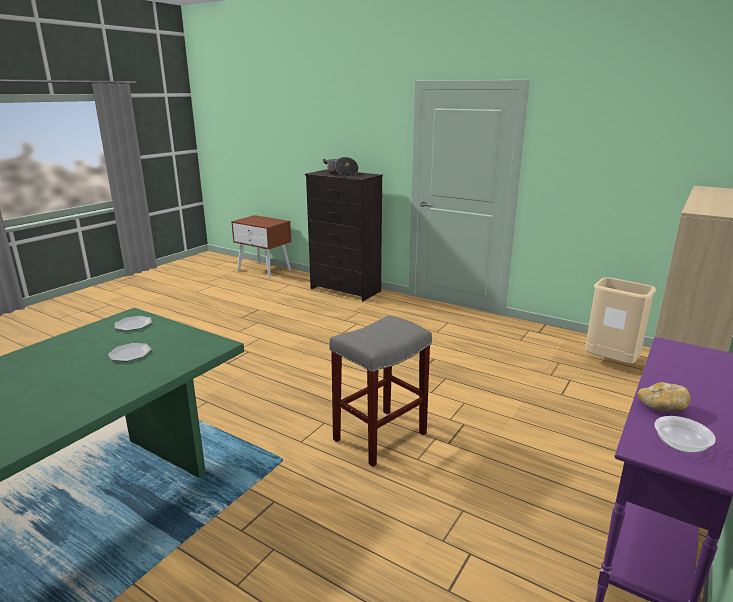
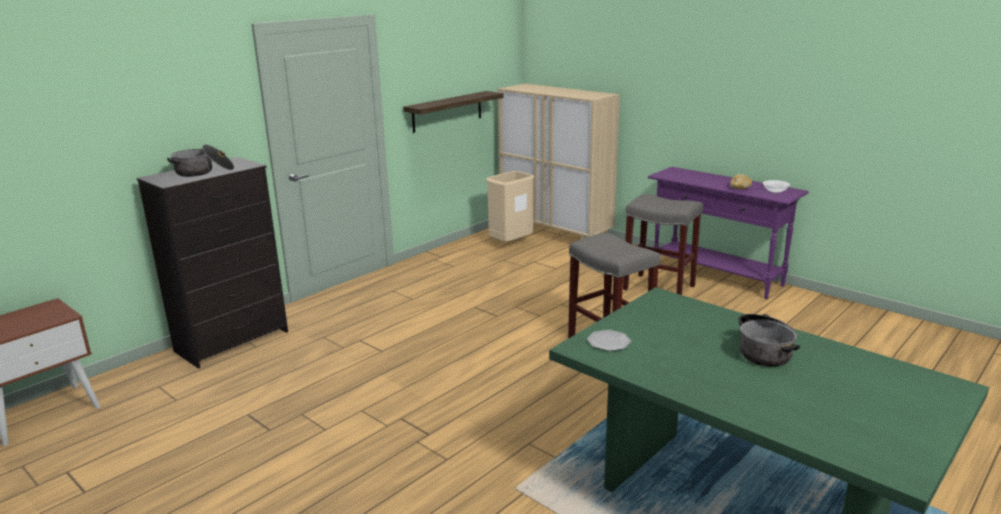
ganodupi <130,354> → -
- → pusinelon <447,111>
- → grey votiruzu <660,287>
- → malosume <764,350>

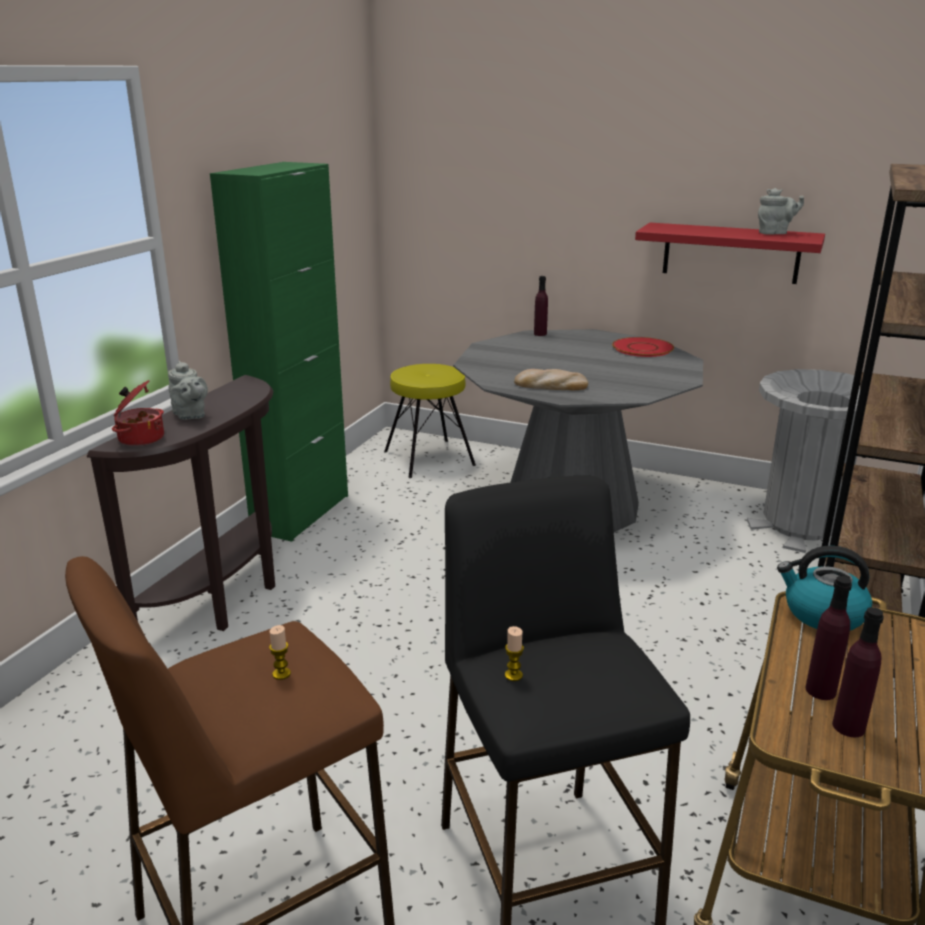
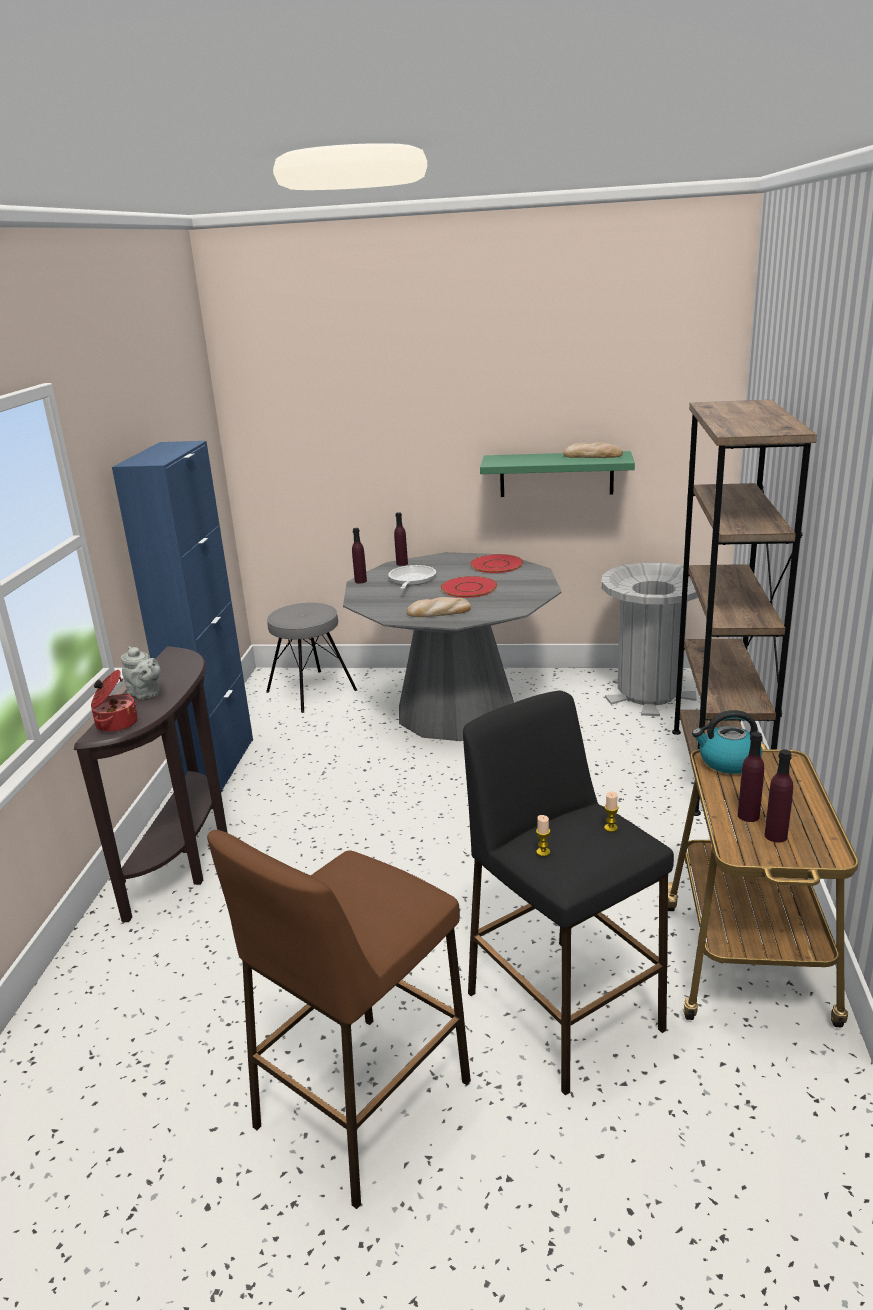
- → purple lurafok <360,581>
- → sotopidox <411,580>
- → red ganodupi <468,588>
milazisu <281,674> → milazisu <610,828>, relocated
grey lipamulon <775,233> → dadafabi <592,455>
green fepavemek <301,513> → blue fepavemek <216,764>
yellow votiruzu <429,458> → grey votiruzu <312,691>
red pusinelon <731,253> → green pusinelon <556,474>

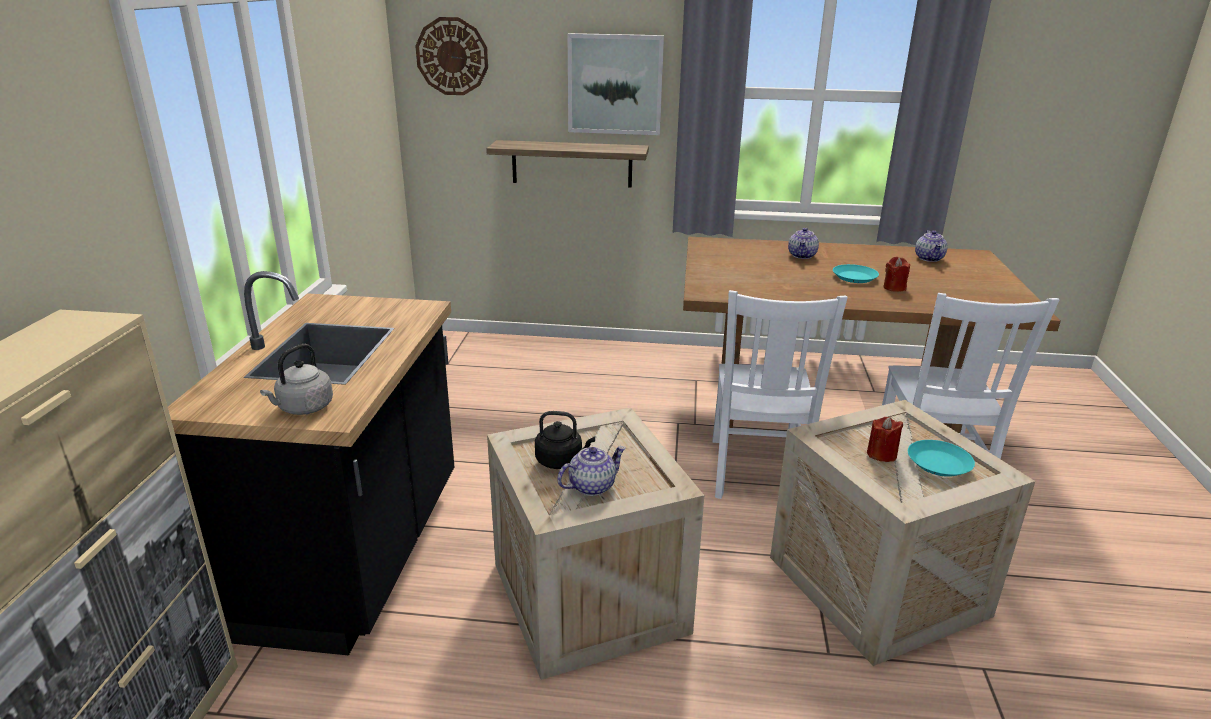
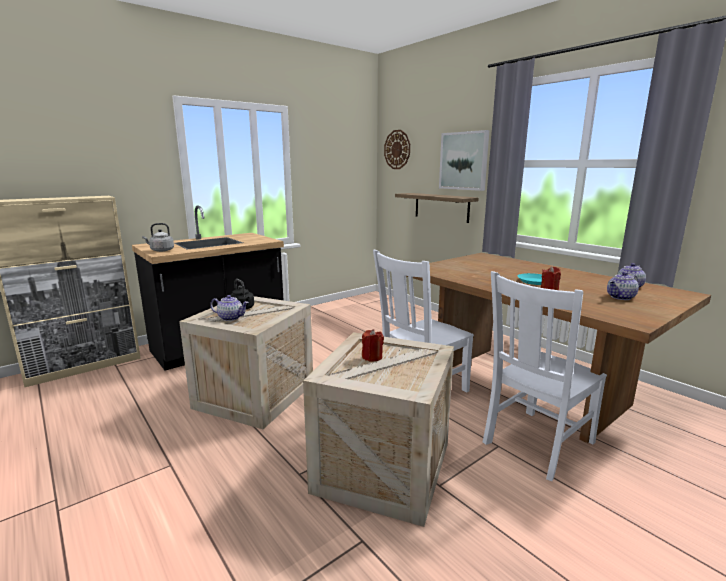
turquoise ganodupi <939,463> → -
lipamulon <802,256> → lipamulon <621,297>, relocated

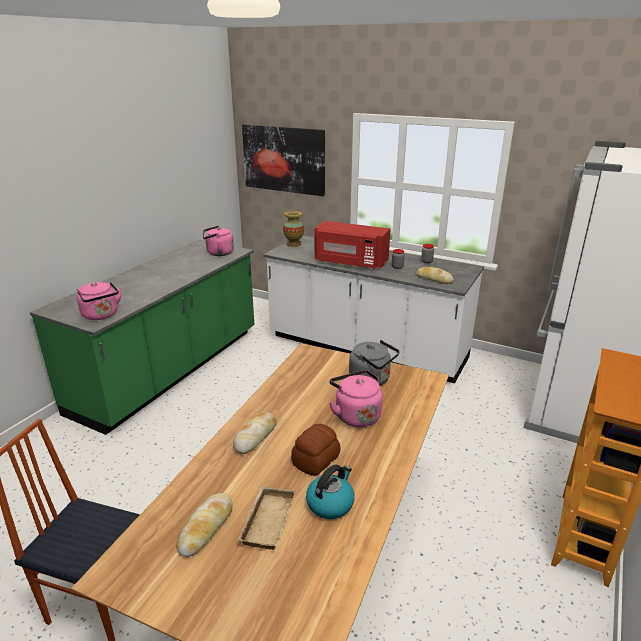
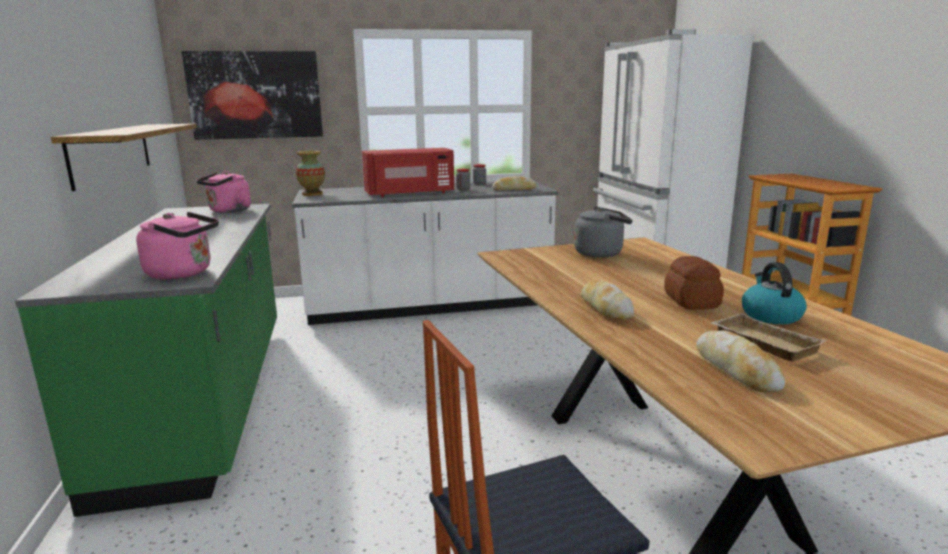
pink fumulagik <356,415> → -
- → pusinelon <112,153>

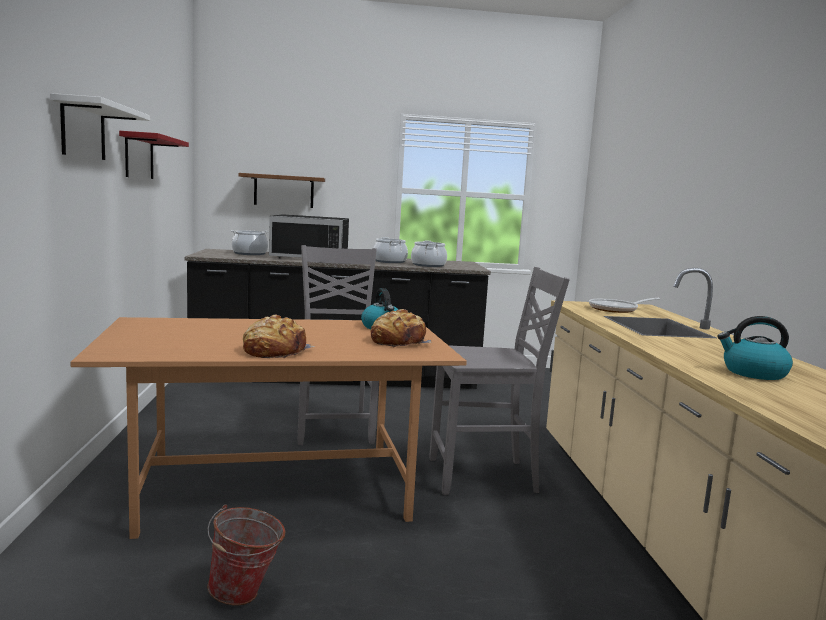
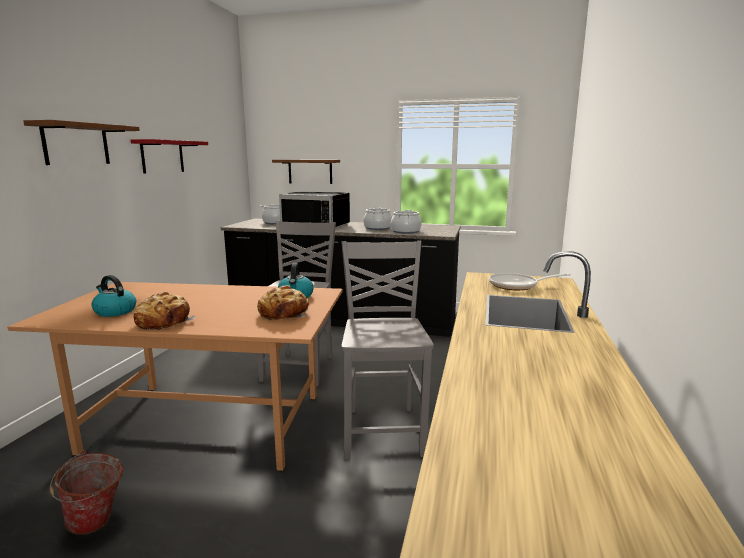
fumulagik <753,373> → fumulagik <114,311>, relocated
white pusinelon <83,130> → brown pusinelon <76,144>
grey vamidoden <485,476> → grey vamidoden <383,431>, 105 degrees counterclockwise

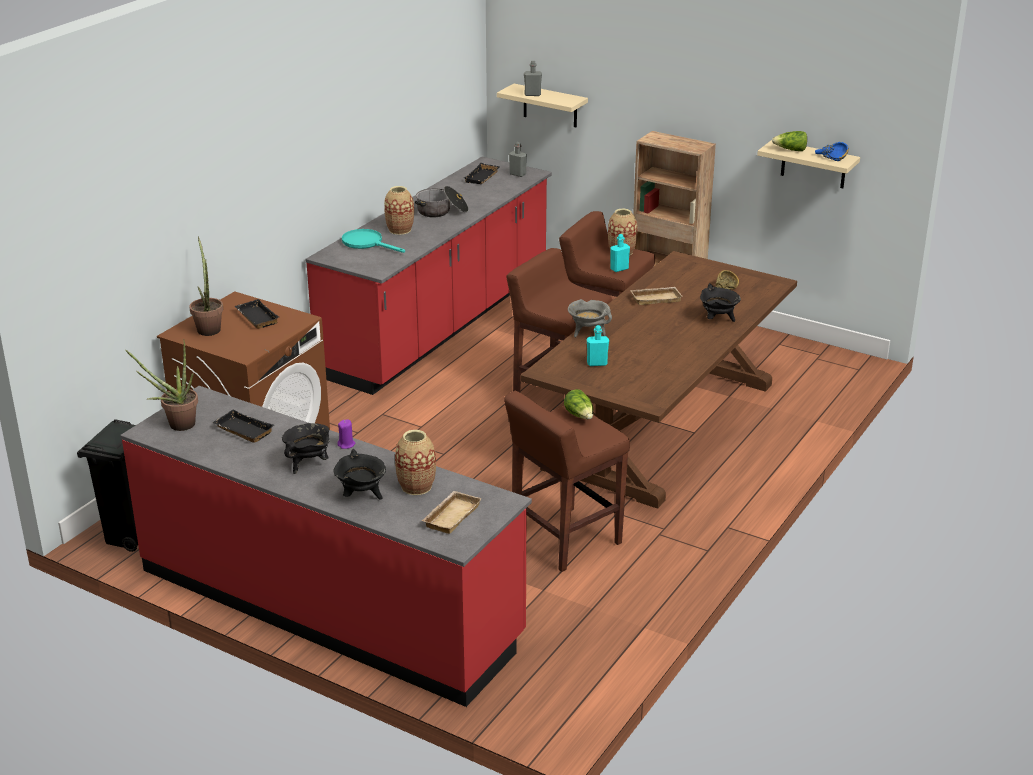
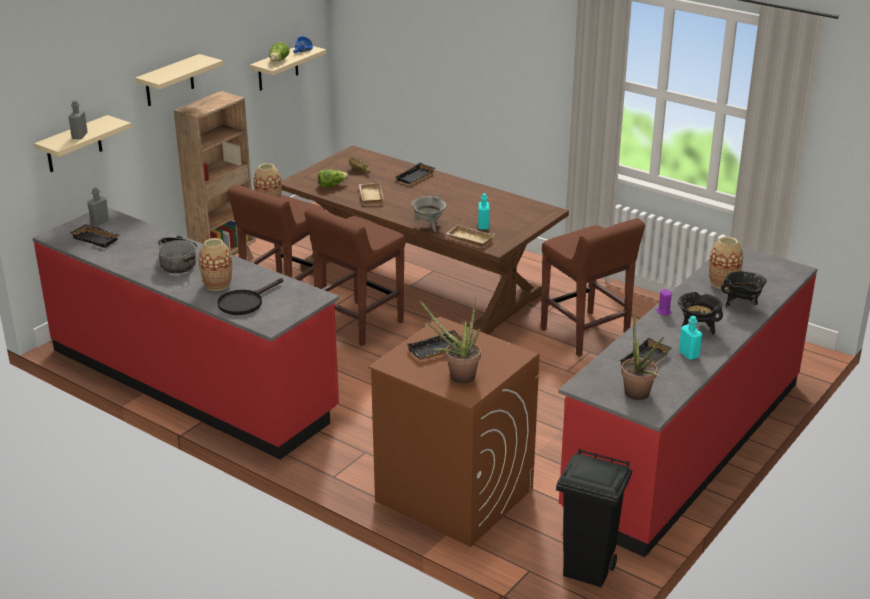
- → beige pusinelon <169,81>
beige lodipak <451,515> → beige lodipak <469,239>, relocated
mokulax <580,415> → mokulax <332,185>, relocated
turquoise lurafok <619,269> → turquoise lurafok <689,354>, relocated
black malosume <718,320> → black lodipak <416,177>
turquoise sotopidox <367,243> → black sotopidox <245,302>

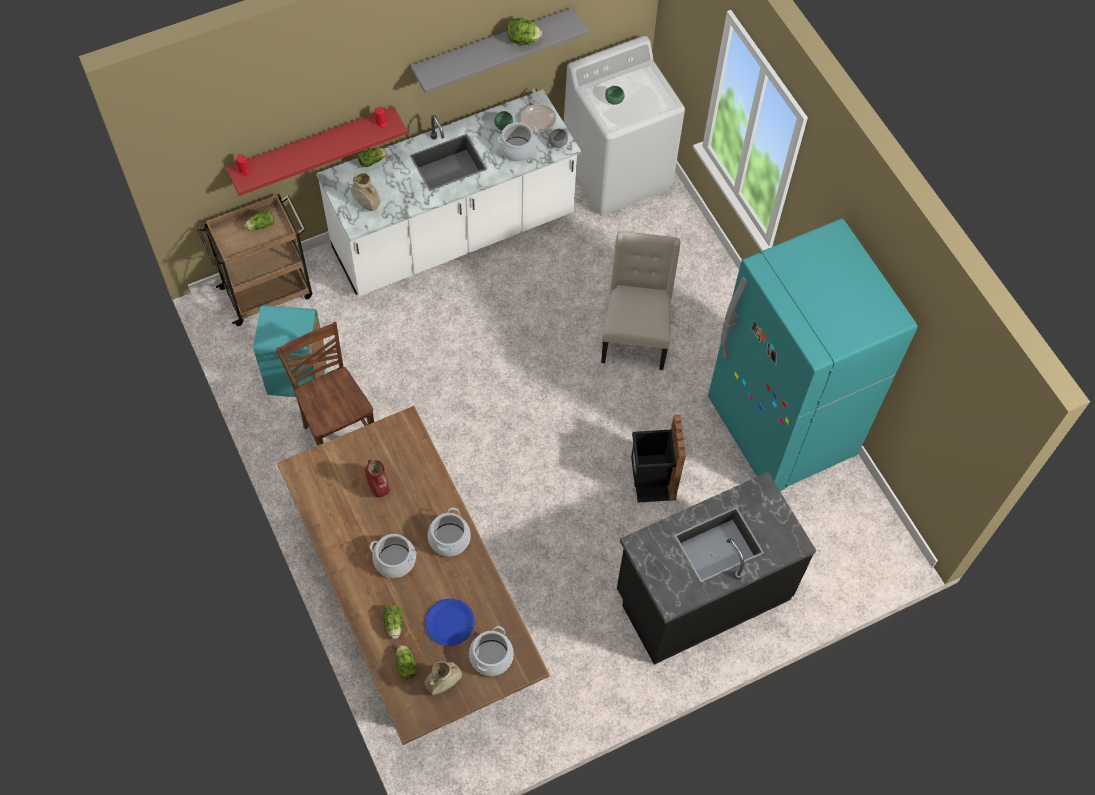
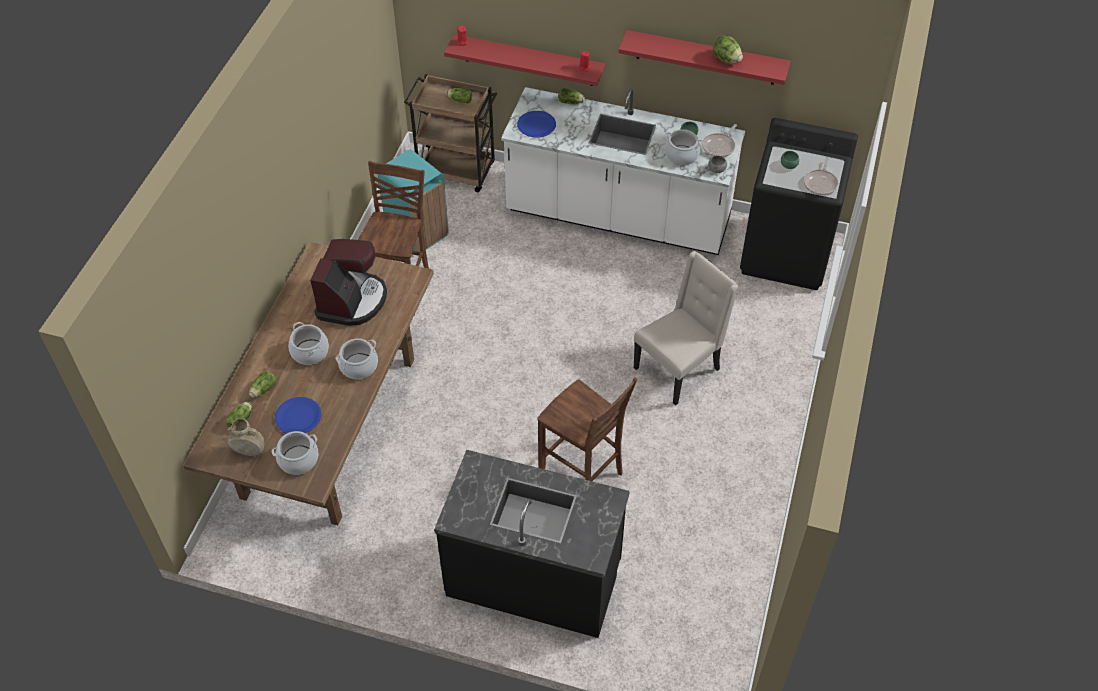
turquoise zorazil <780,429> → -
- → sotopidox <820,183>
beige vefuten <367,205> → blue ganodupi <536,125>
red vefuten <378,487> → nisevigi <352,300>
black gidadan <651,481> → brown vamidoden <582,473>
grey pusinelon <493,47> → red pusinelon <706,58>
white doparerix <617,172> → black doparerix <787,254>

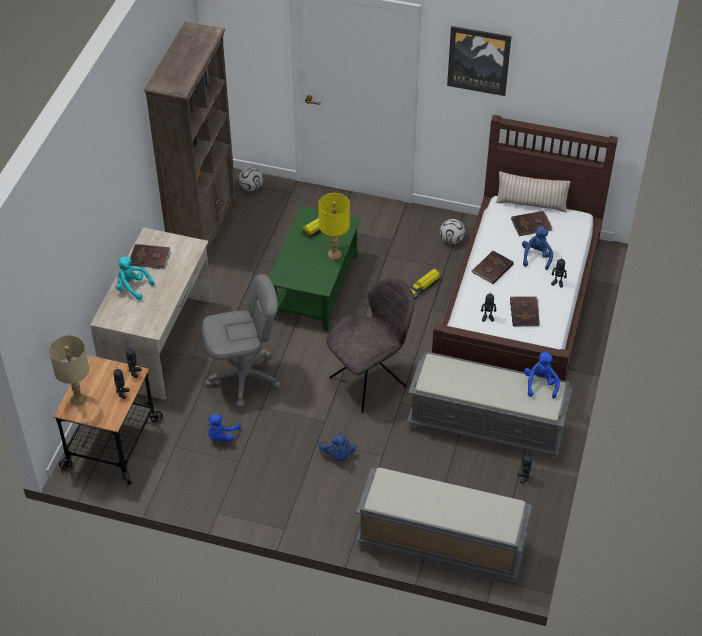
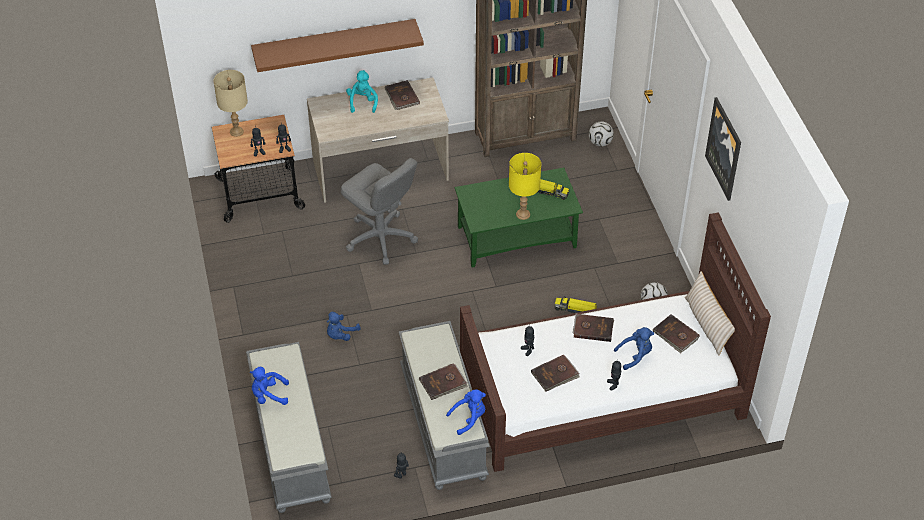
grey vamidoden <370,381> → -
- → brown pusinelon <334,42>
- → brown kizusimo <443,383>
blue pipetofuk <221,435> → blue pipetofuk <268,395>, relocated

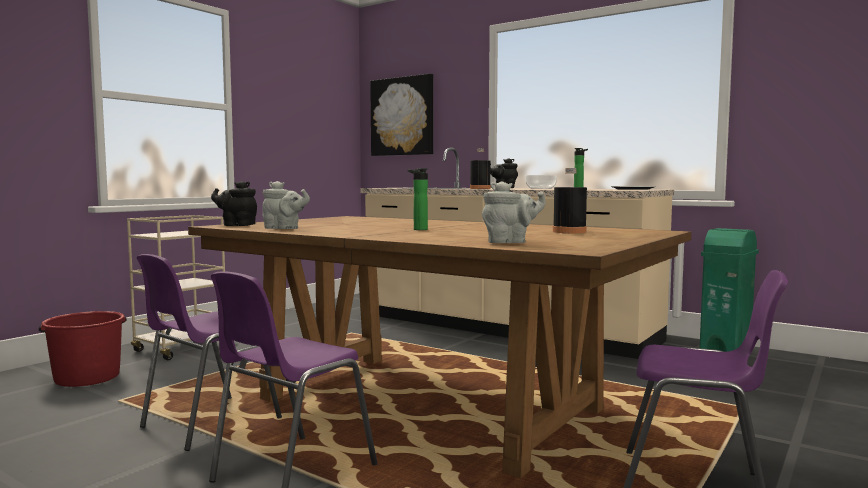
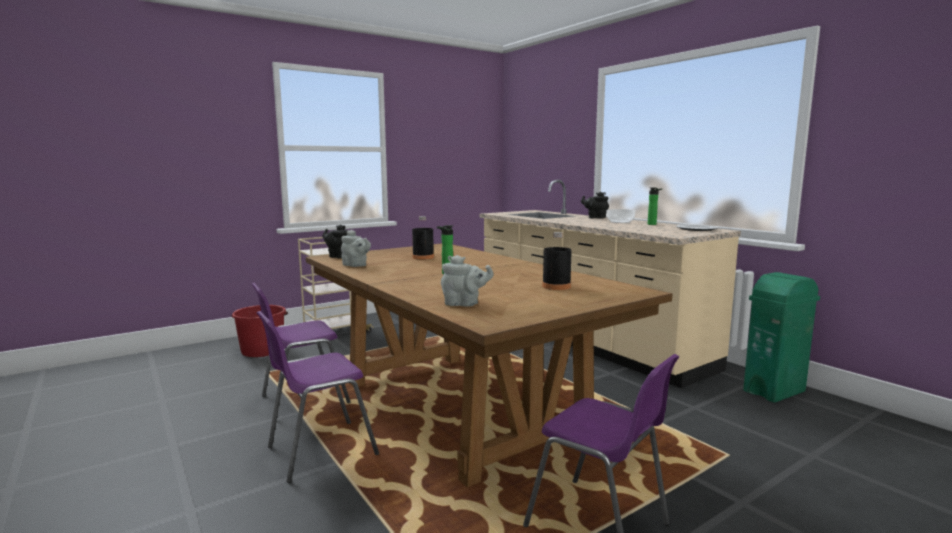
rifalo <402,116> → -
black lurafok <480,188> → black lurafok <423,257>, relocated

